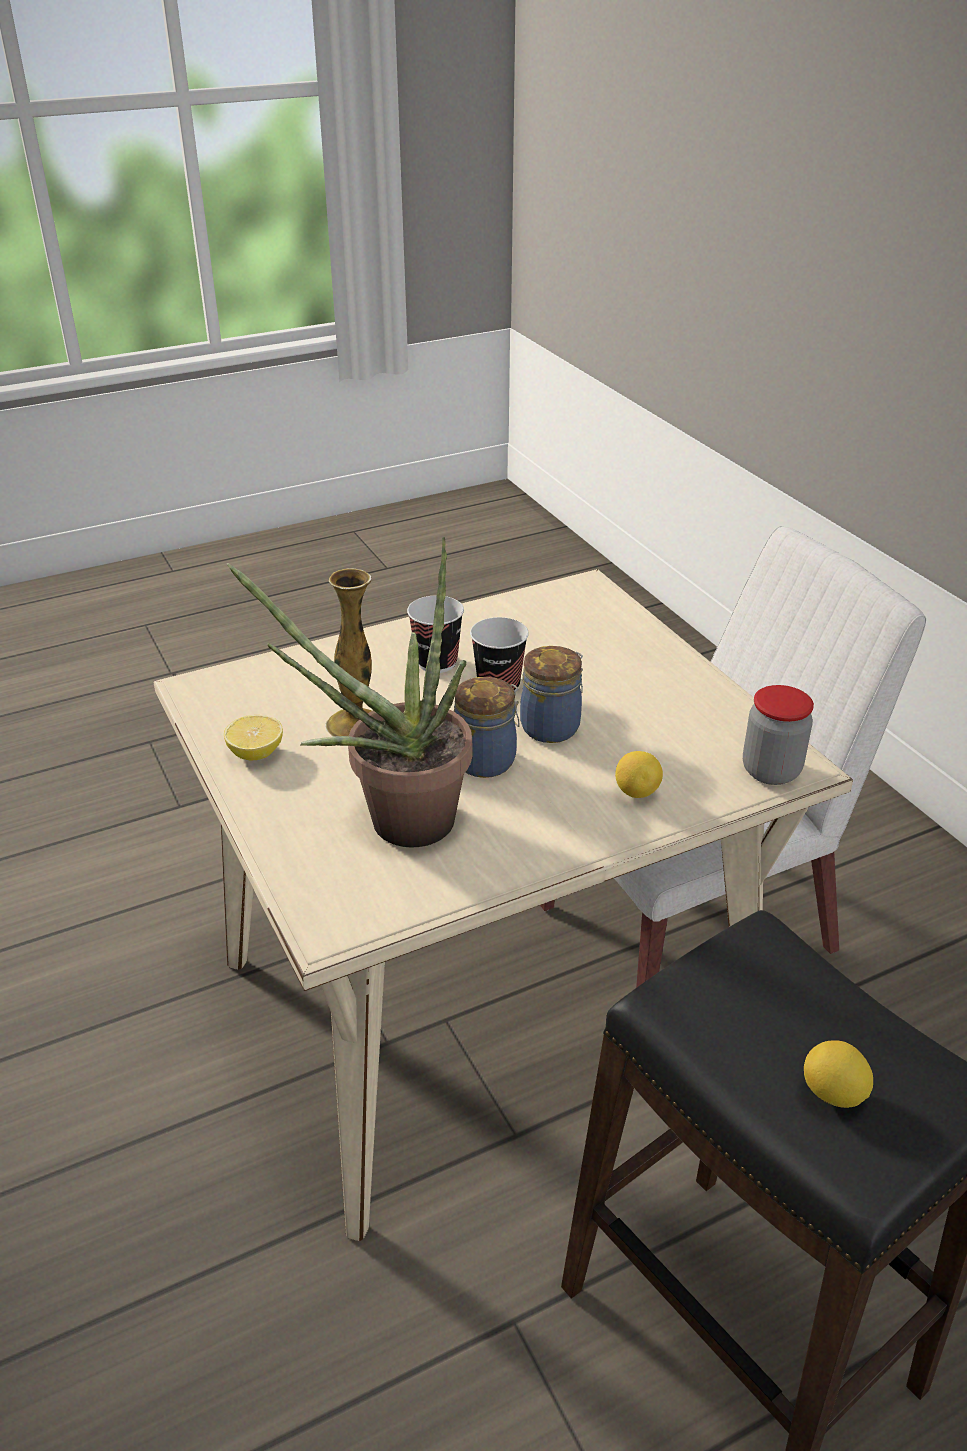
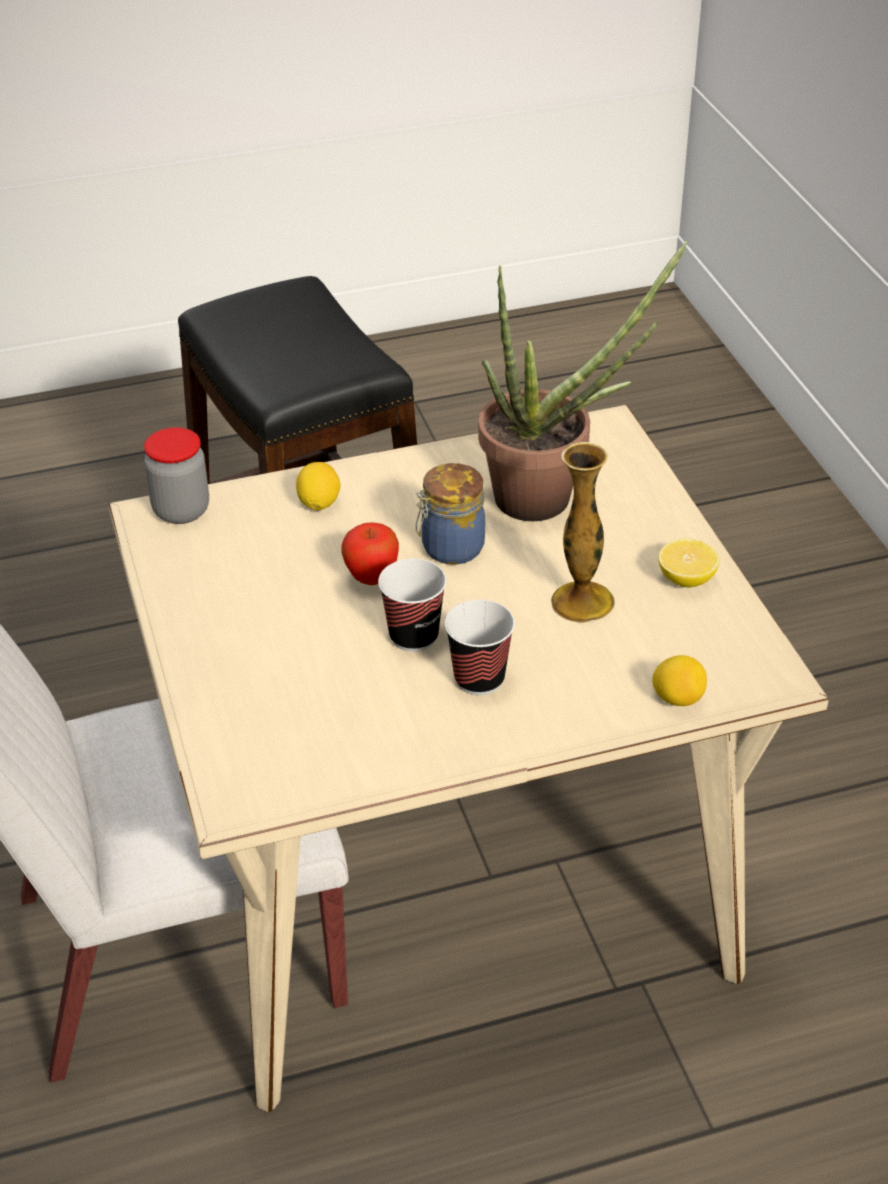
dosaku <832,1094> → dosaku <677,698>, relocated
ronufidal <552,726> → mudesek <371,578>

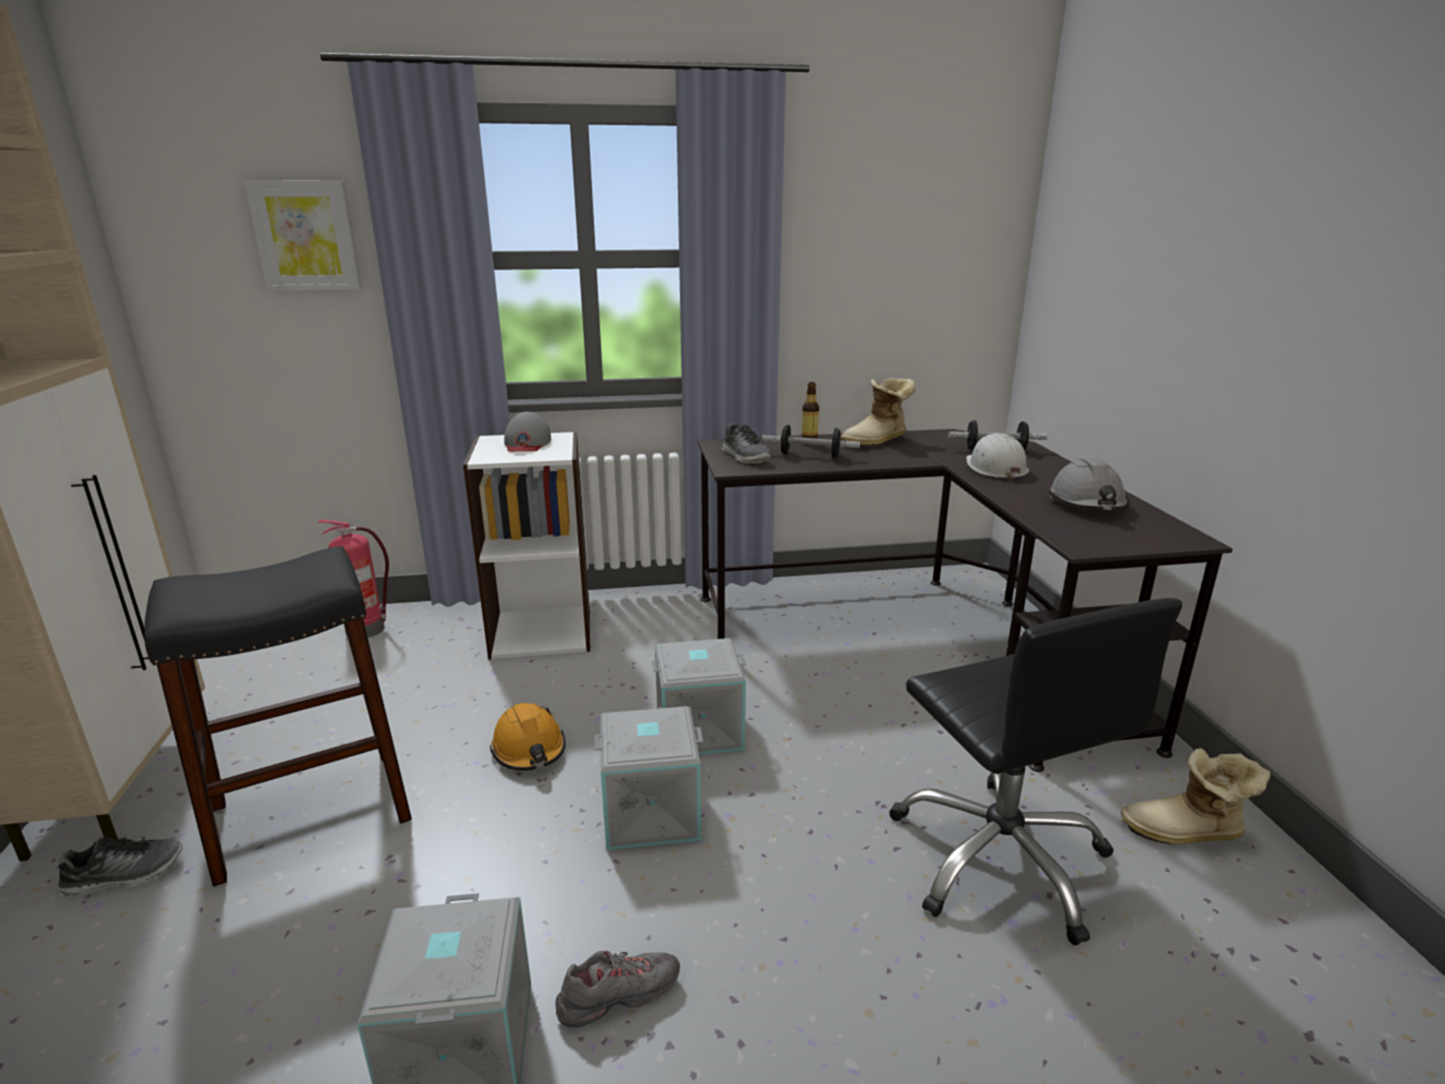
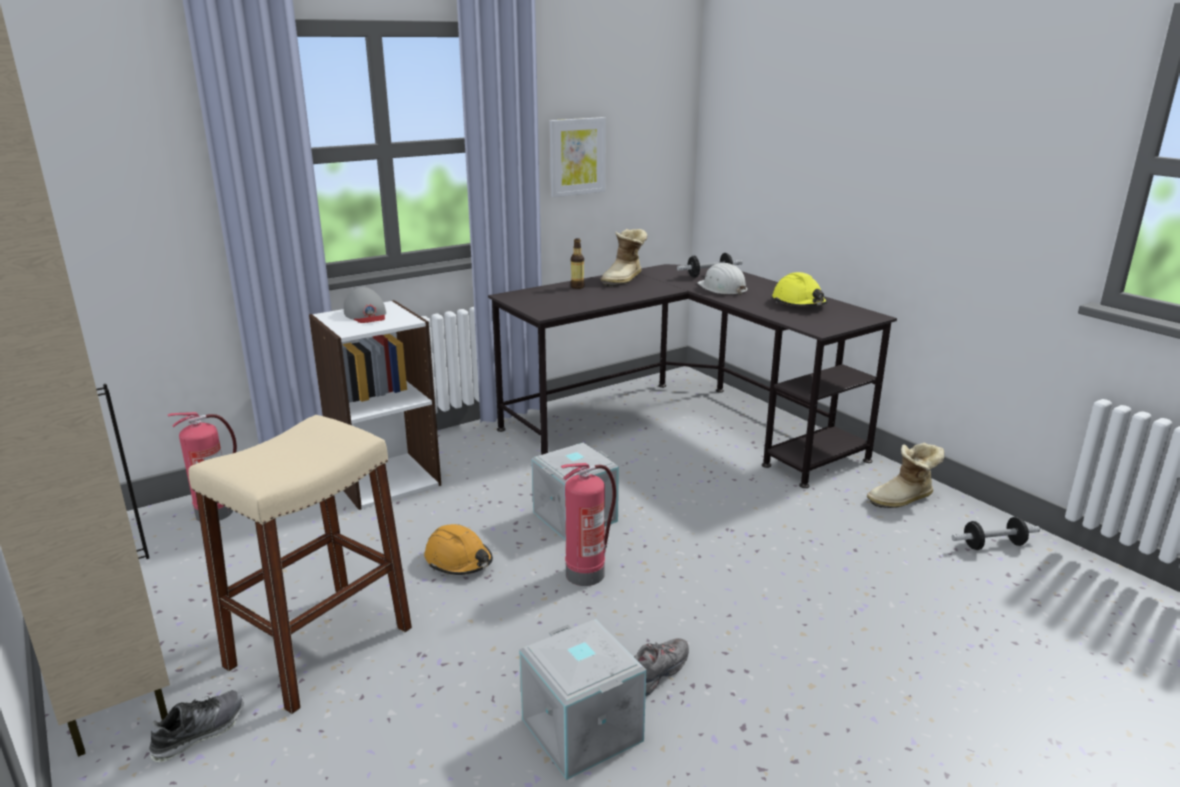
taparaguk <745,457> → -
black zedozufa <999,857> → -
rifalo <306,236> → rifalo <576,156>, relocated
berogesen <810,456> → berogesen <993,545>, relocated
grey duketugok <652,810> → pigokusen <586,573>
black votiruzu <312,812> → beige votiruzu <320,647>
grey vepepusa <1087,503> → yellow vepepusa <799,303>

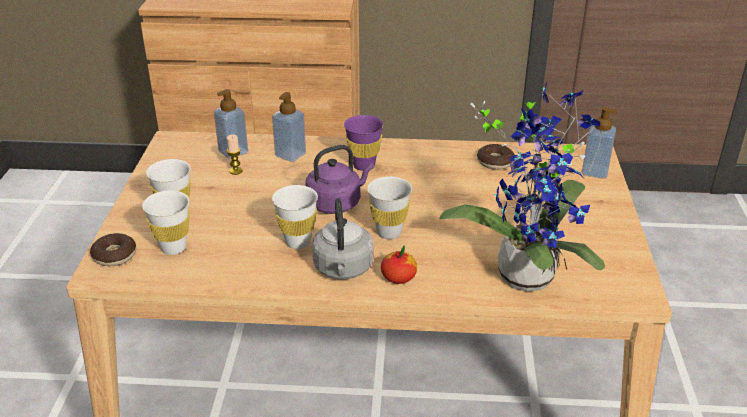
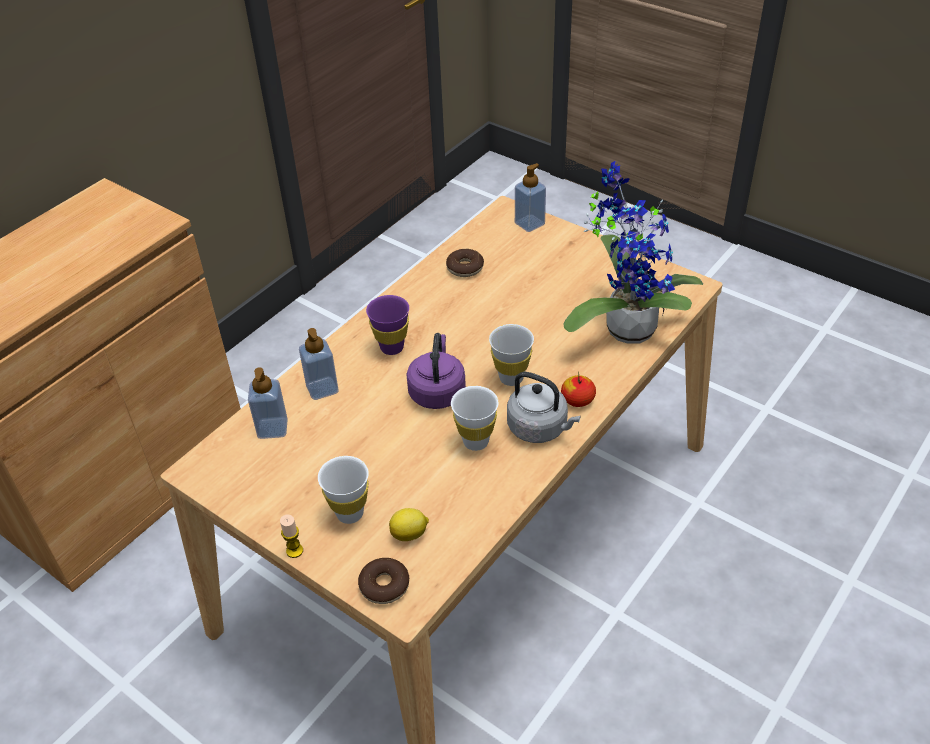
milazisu <235,171> → milazisu <294,550>, relocated
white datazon <173,248> → dosaku <410,534>

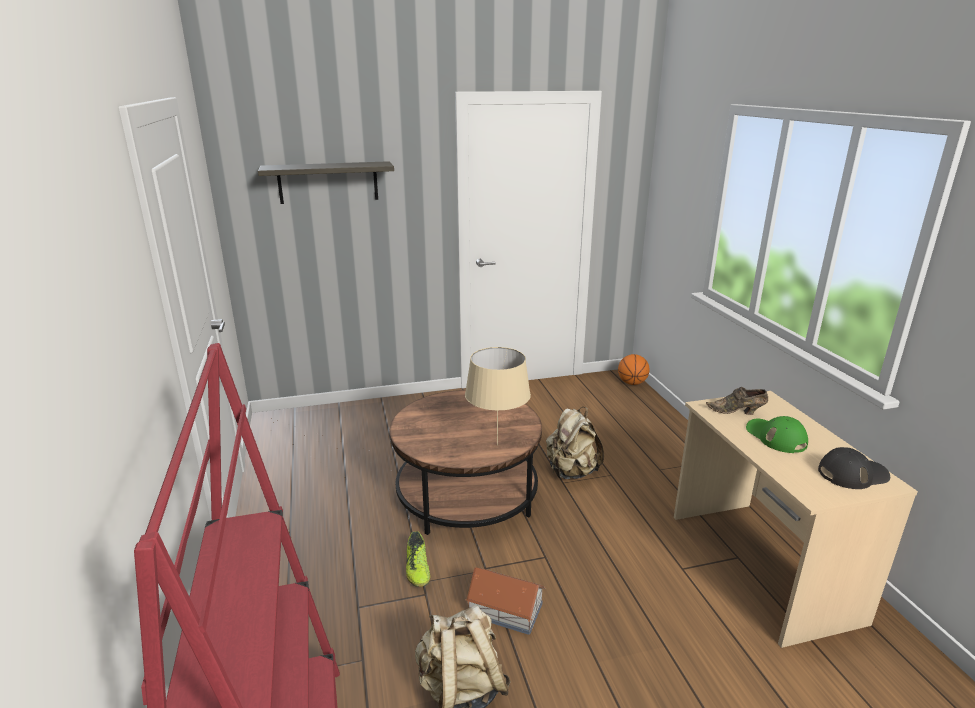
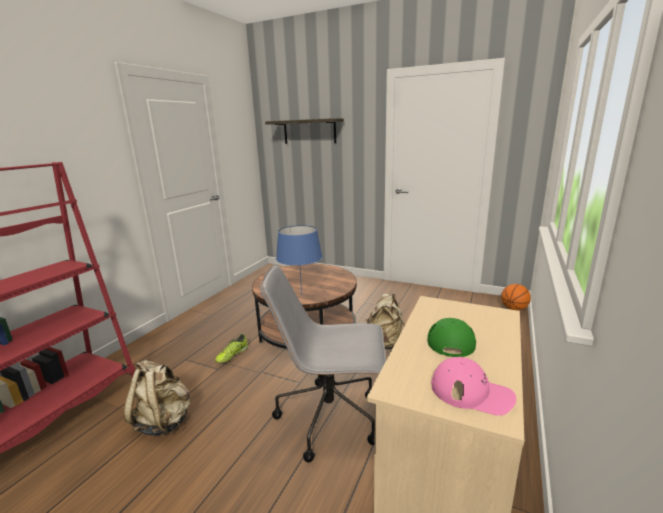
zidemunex <505,609> → -
brown taparaguk <737,412> → -
- → grey zedozufa <331,417>
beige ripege <497,445> → blue ripege <302,295>
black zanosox <852,474> → pink zanosox <471,392>

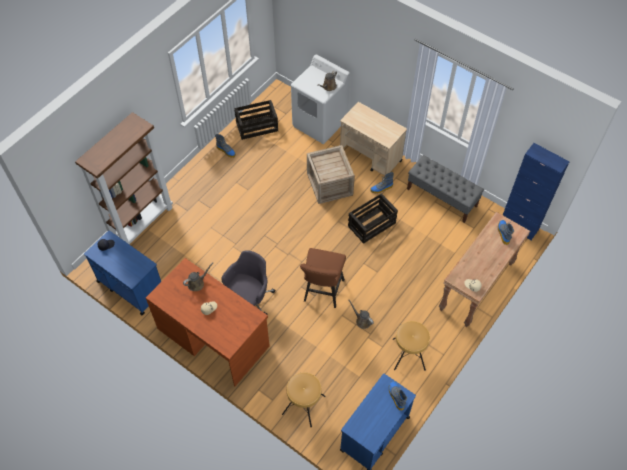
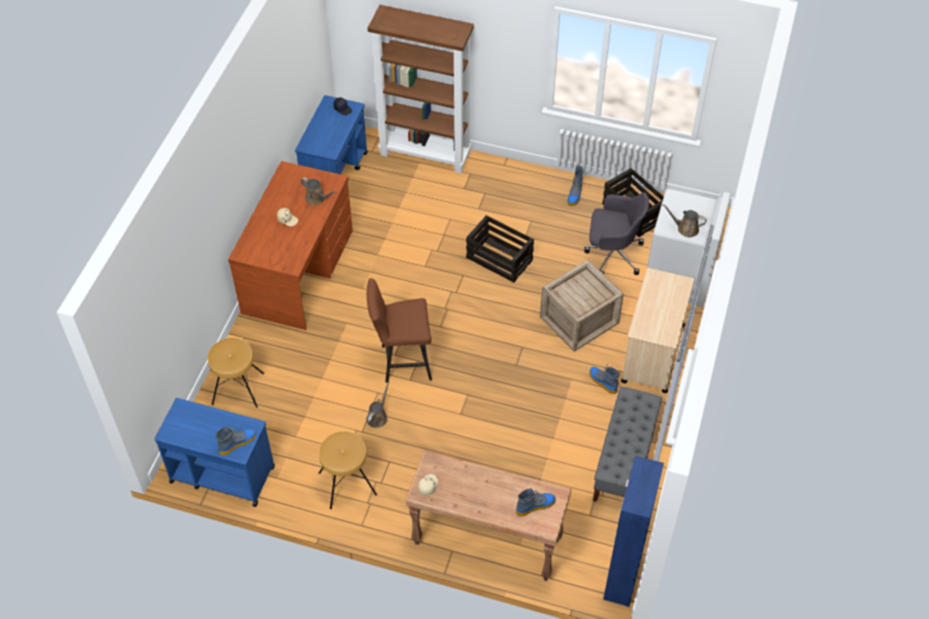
grey zedozufa <249,300> → grey zedozufa <612,254>, relocated
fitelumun <372,224> → fitelumun <500,259>, relocated

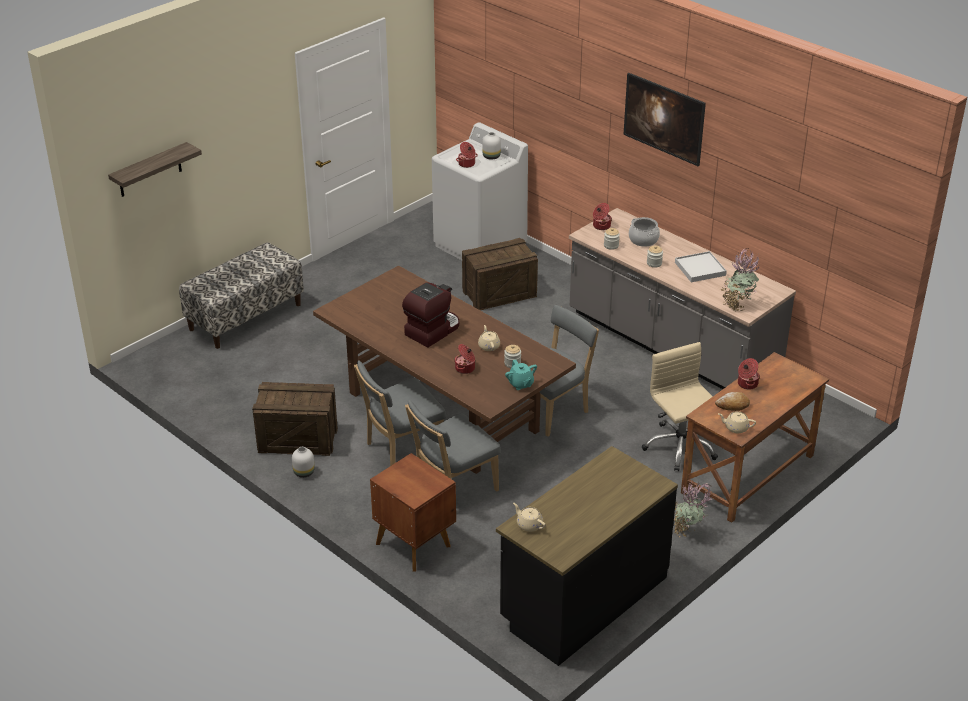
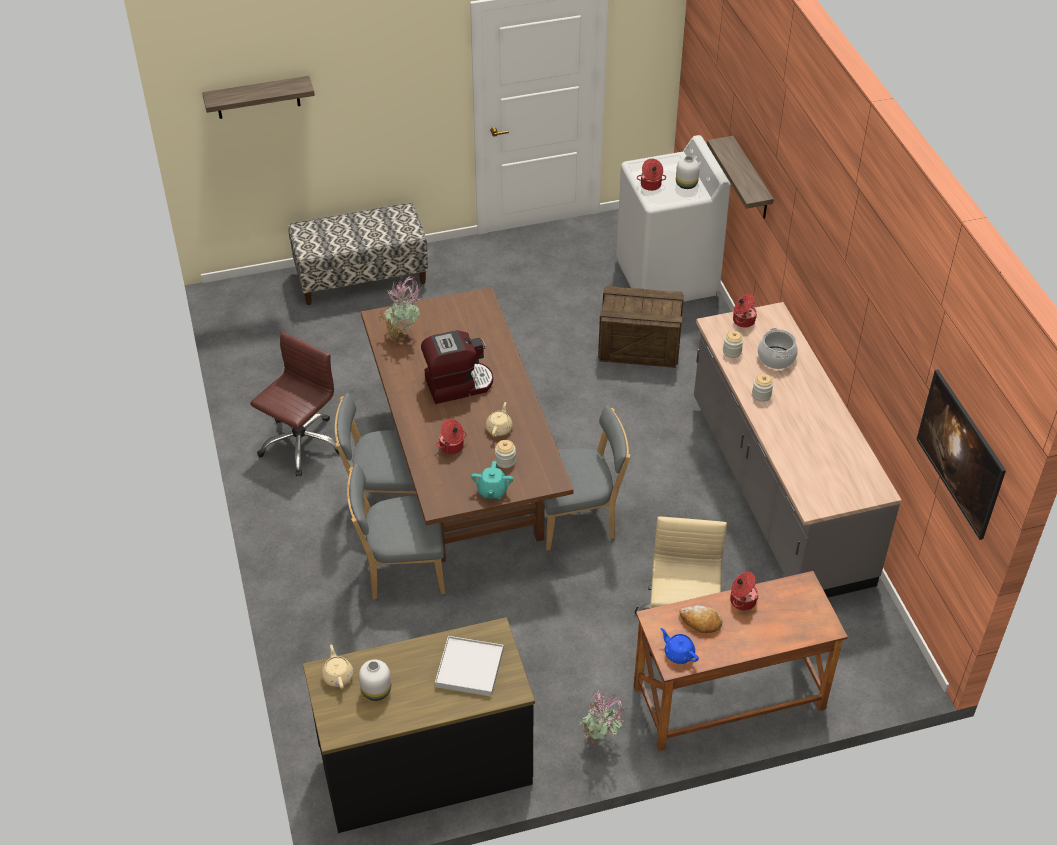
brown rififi <413,543> → -
- → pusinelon <751,180>
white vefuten <304,473> → white vefuten <376,691>, relocated
rifalo <662,134> → rifalo <955,470>, relocated
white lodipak <700,269> → white lodipak <469,668>, relocated
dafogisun <737,305> → dafogisun <403,335>, relocated
fitelumun <298,439> → brown zedozufa <300,444>
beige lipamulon <735,428> → blue lipamulon <678,653>

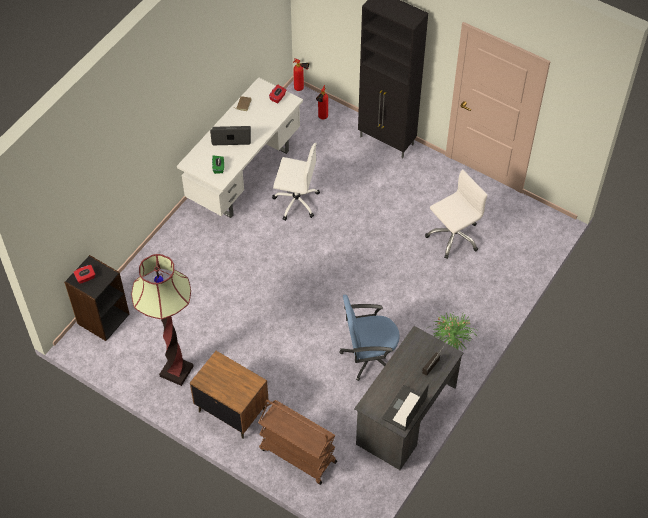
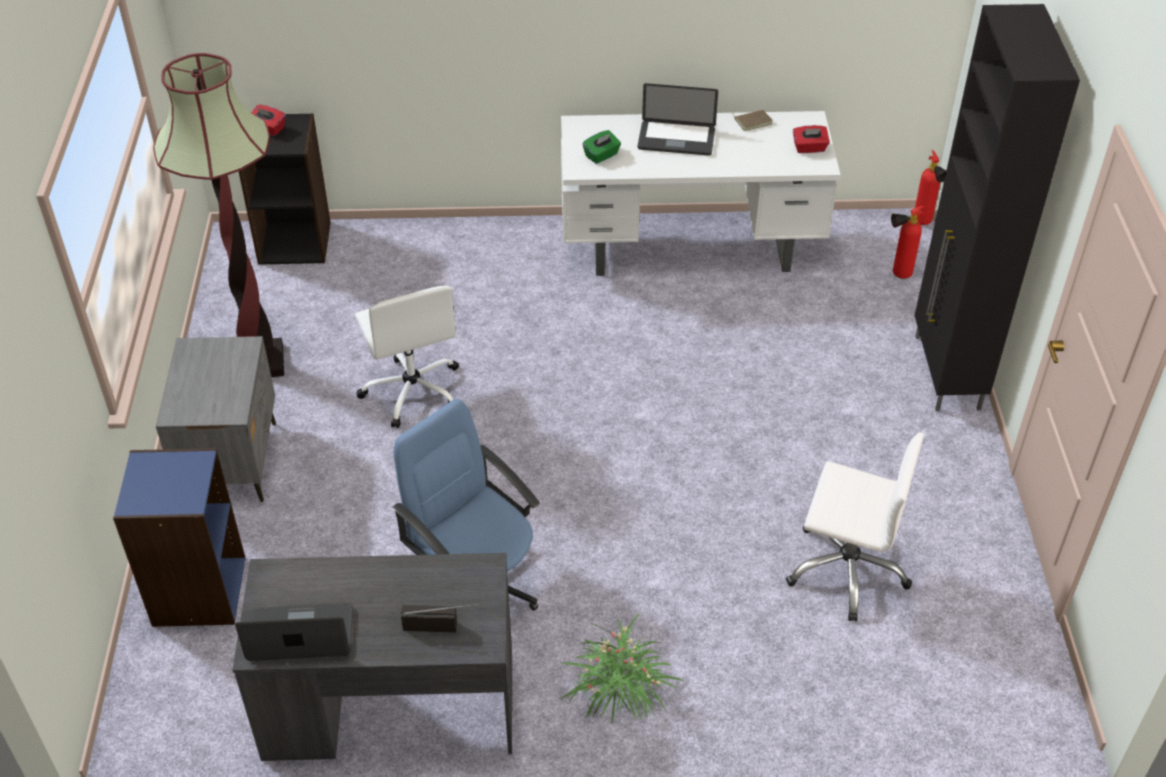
white zedozufa <295,201> → white zedozufa <412,390>, relocated
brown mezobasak <297,455> → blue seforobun <198,591>
brown rififi <232,410> → grey rififi <232,461>
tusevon <231,136> → tusevon <676,139>, 135 degrees clockwise

